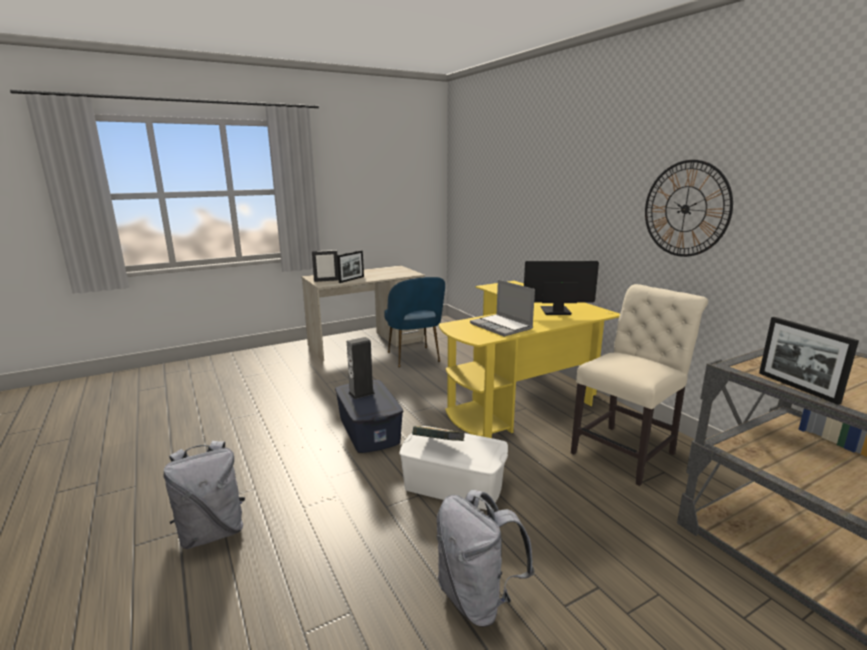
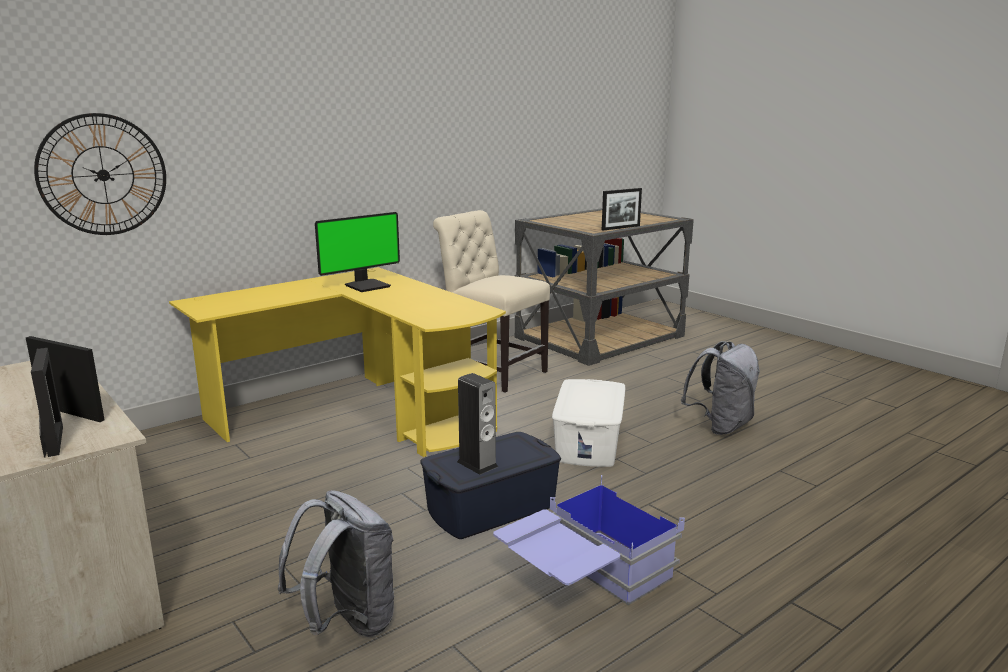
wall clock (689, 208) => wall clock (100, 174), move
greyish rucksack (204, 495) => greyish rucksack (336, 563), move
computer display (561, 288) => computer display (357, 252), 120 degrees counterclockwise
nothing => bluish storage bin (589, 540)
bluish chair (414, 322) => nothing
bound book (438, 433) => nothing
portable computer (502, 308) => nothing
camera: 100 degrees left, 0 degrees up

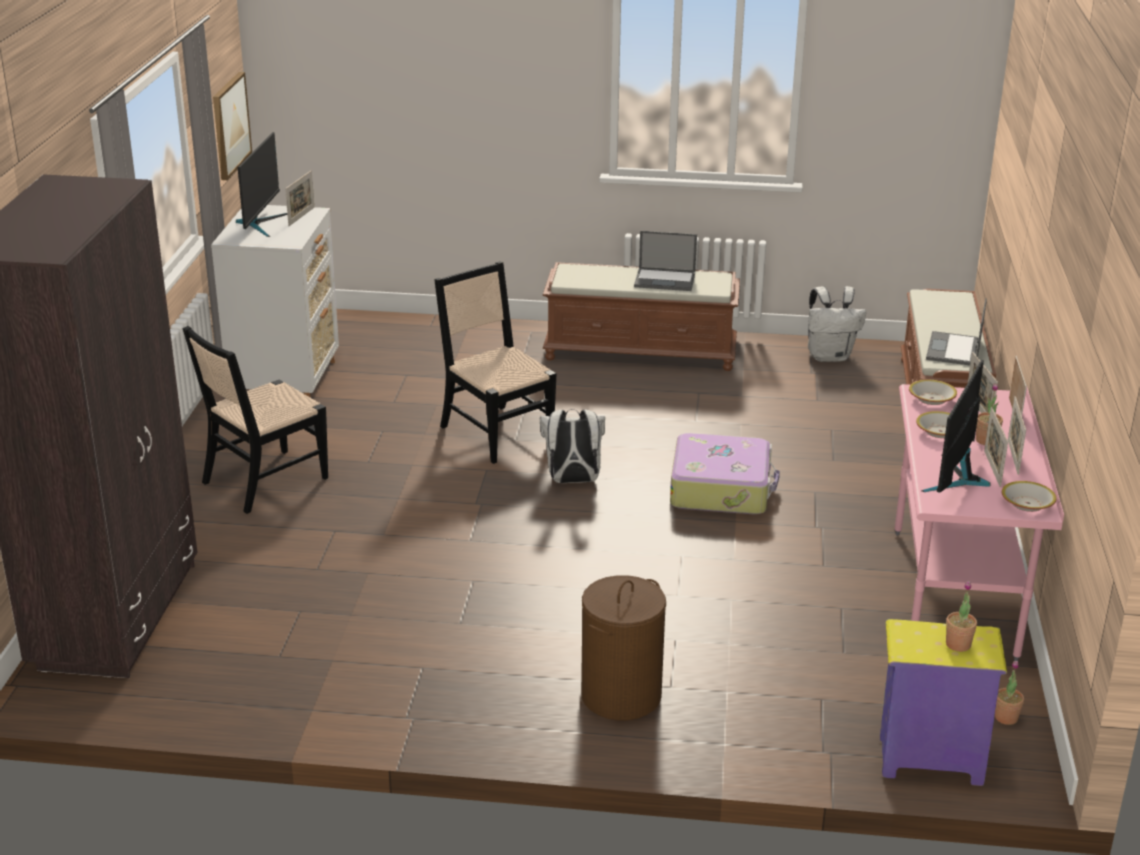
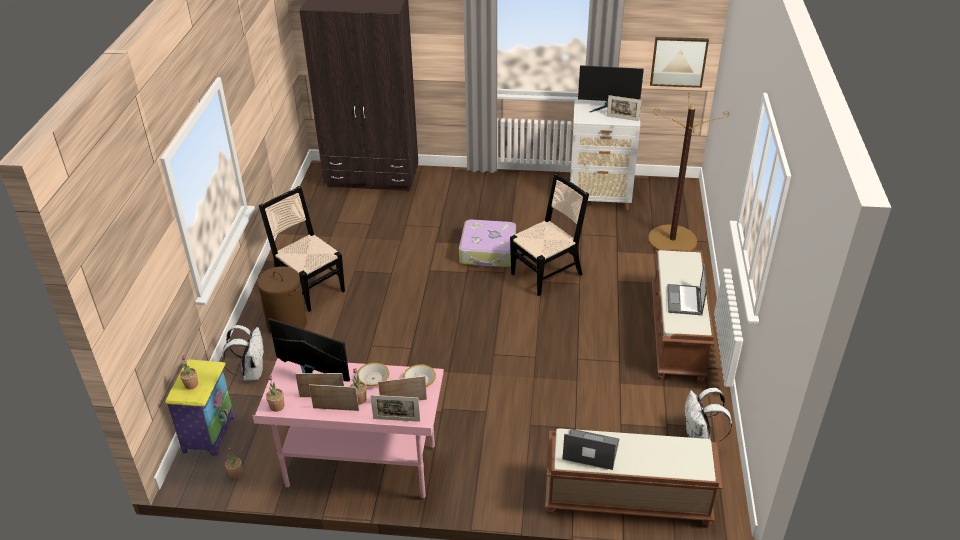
whitish rucksack (572, 446) => whitish rucksack (243, 353), move
chair (255, 420) => chair (302, 249), move
serving bowl (1029, 496) => plant in a pot (275, 393)
travel case (725, 473) => travel case (487, 243), move
nothing => brownish clothes rack (689, 172)
camera: 90 degrees right, 10 degrees up

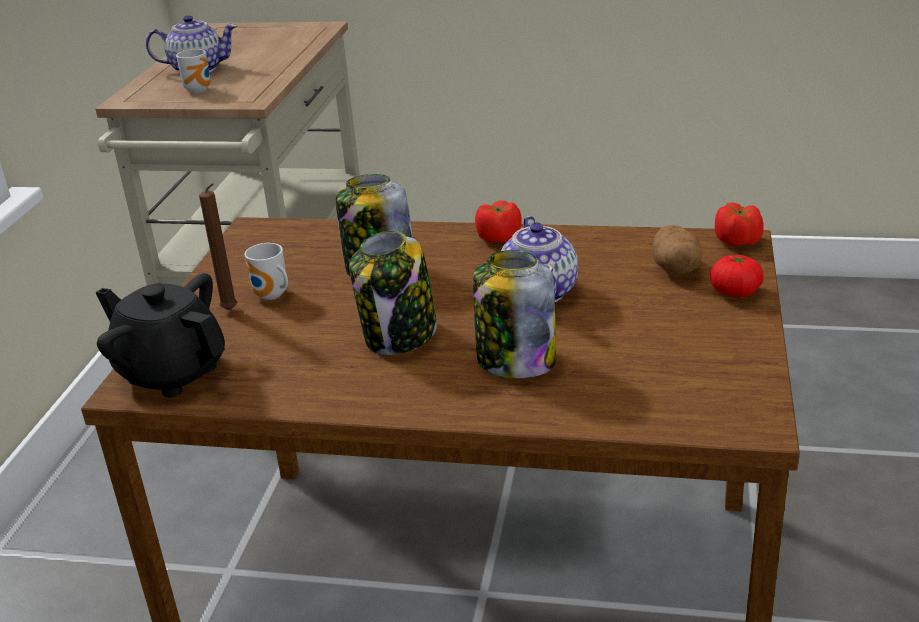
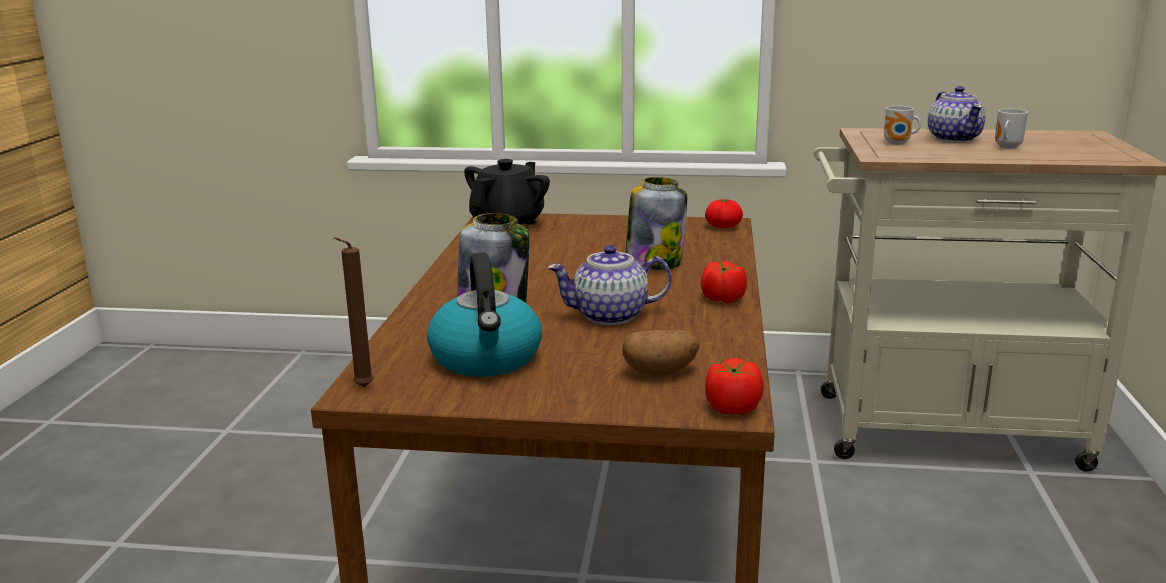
brownish wax light (218, 246) => brownish wax light (354, 312), move
nothing => water kettle (484, 314)
fresh tomato (737, 276) => fresh tomato (724, 213), move
coffee mug (266, 271) => coffee mug (1011, 129), move
storage jar (393, 293) => nothing
camera: 85 degrees right, 10 degrees down

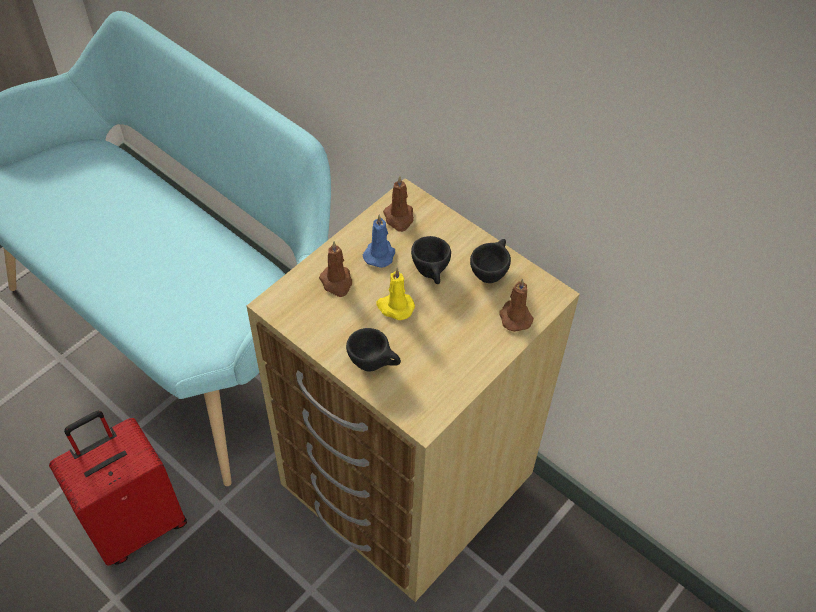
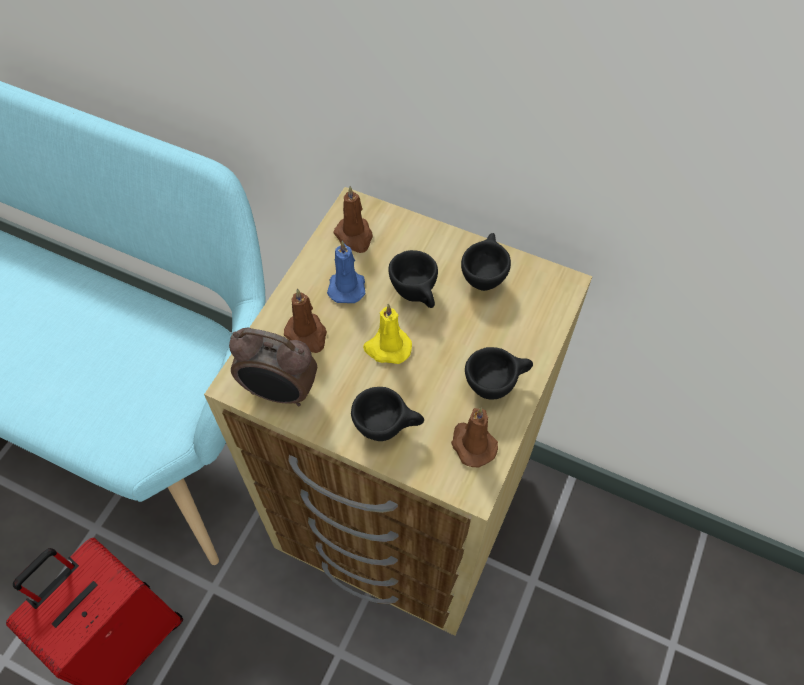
nothing => alarm clock (273, 367)
brownish wax light (516, 305) => brownish wax light (474, 437), move
nothing => black-coloured small cup (499, 373)
camera: 15 degrees left, 5 degrees up

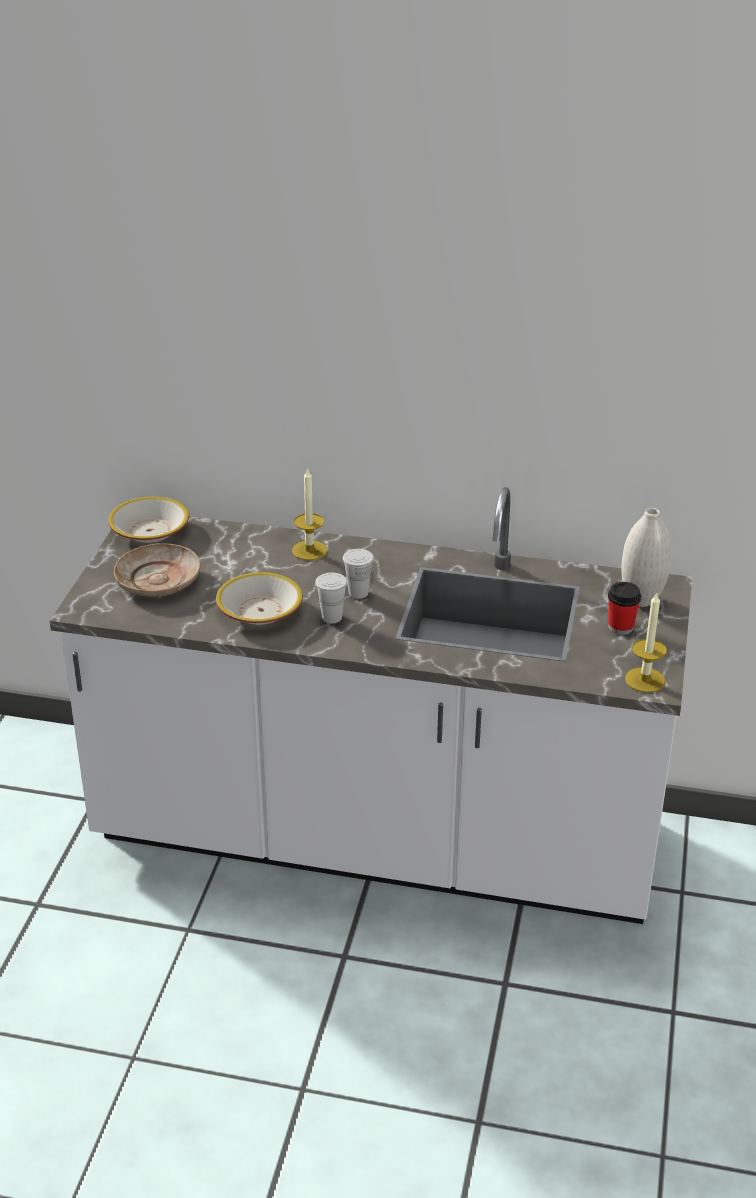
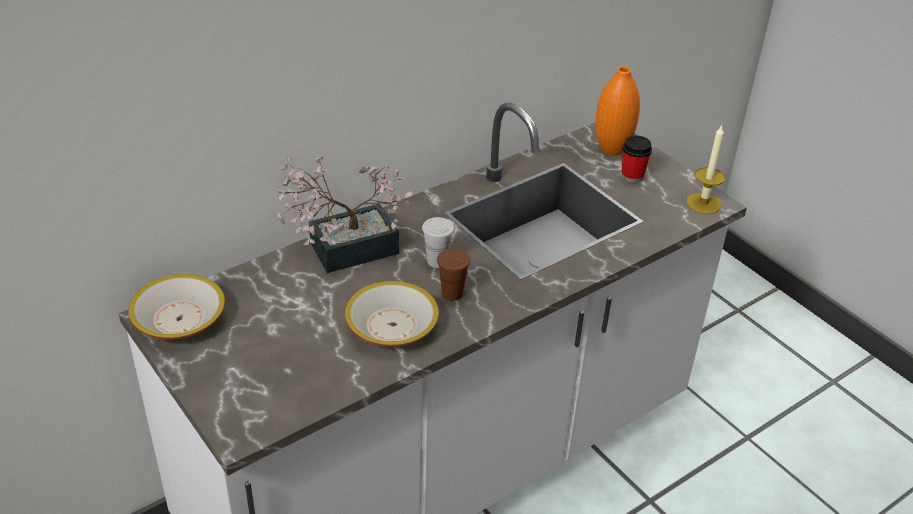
wax light (310, 514) => plant in a pot (344, 214)
whitish small cup (331, 598) => brownish small cup (453, 275)
whitish flower vase (646, 557) => orangey flower vase (617, 111)
beige flat dish (157, 570) => nothing
camera: 50 degrees left, 5 degrees up

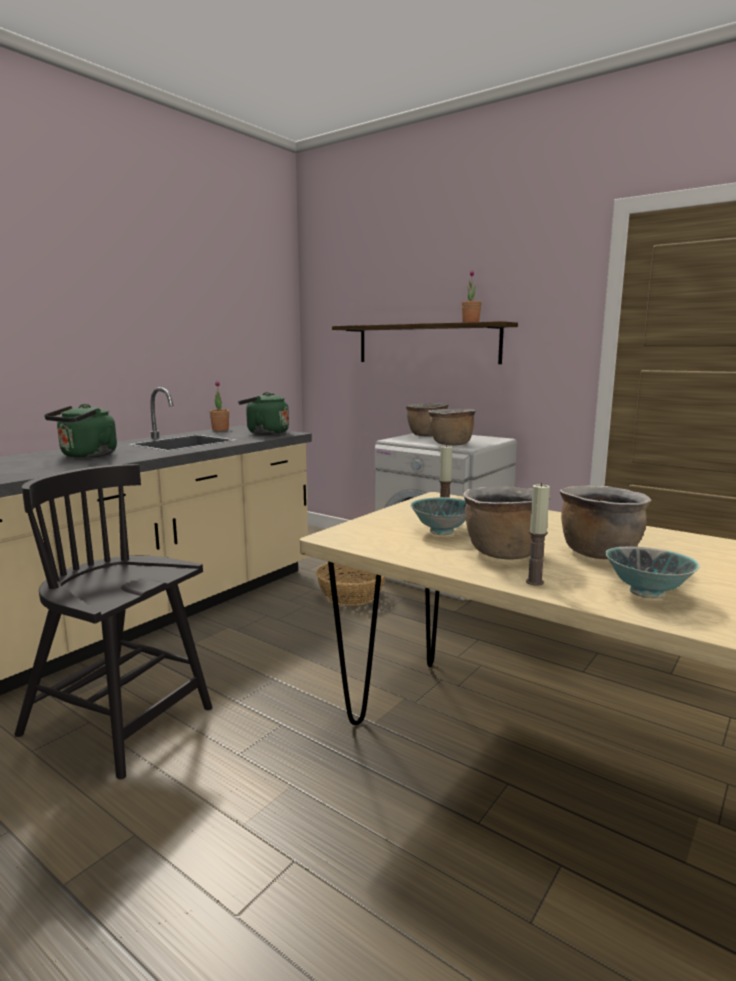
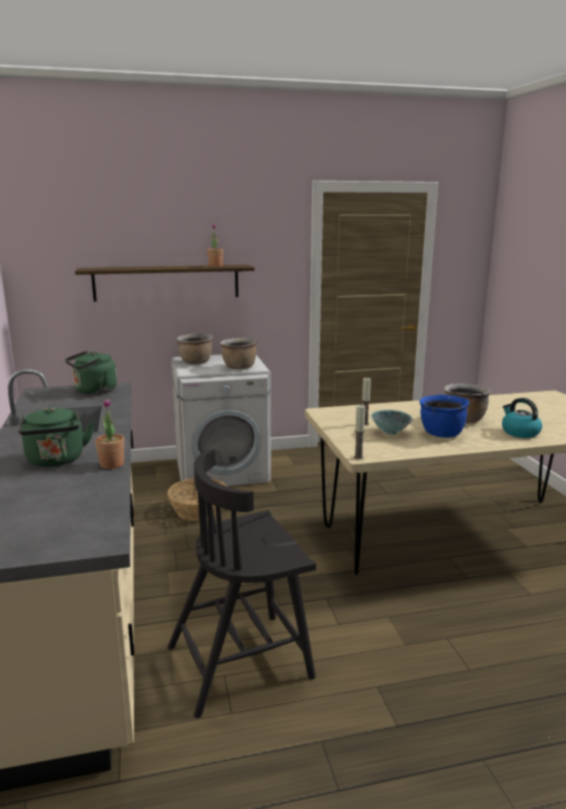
plant in a pot (220, 406) => plant in a pot (109, 433), move
wax light (538, 534) => wax light (359, 432), move
brownish cooking pot (507, 523) => bluish cooking pot (444, 416)
serving bowl (652, 572) => water kettle (522, 418)
camera: 50 degrees left, 5 degrees up

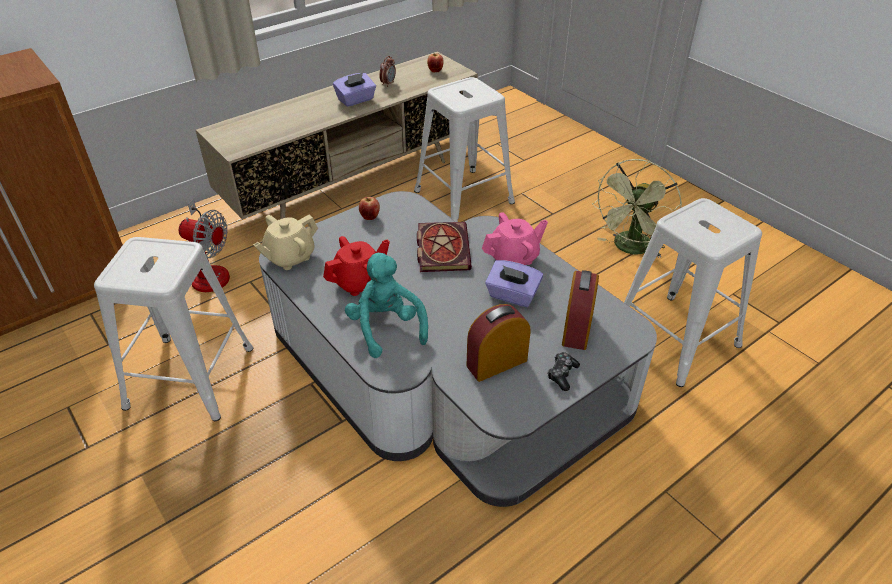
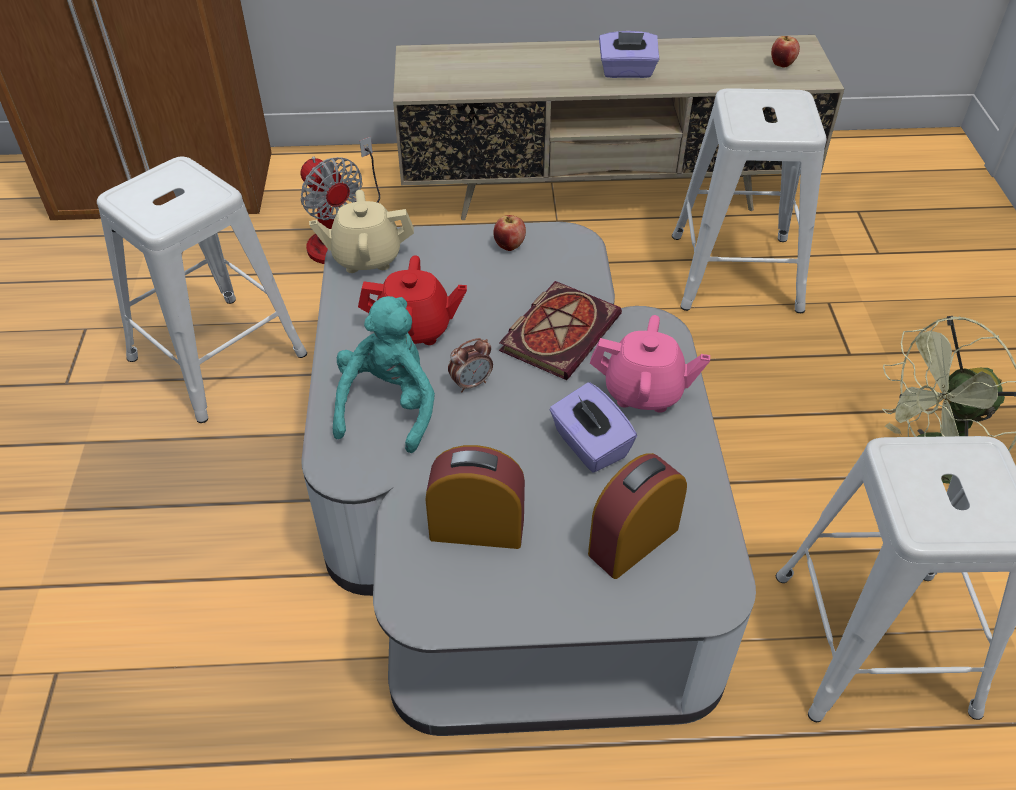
alarm clock (387, 71) => alarm clock (470, 365), move
joypad (563, 371) => nothing
camera: 35 degrees right, 5 degrees up

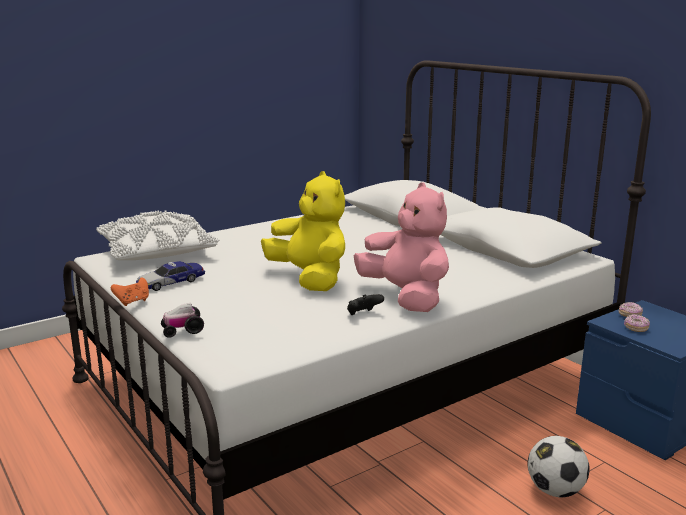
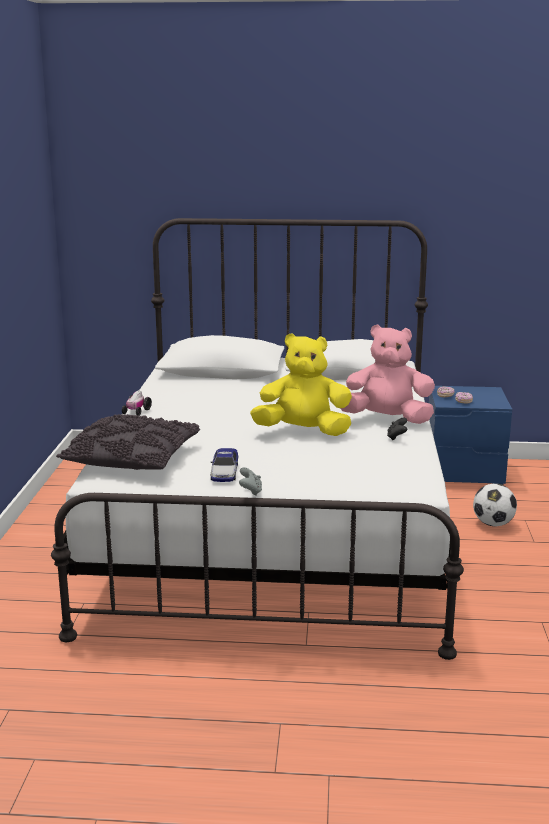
whitish pillow (157, 235) => black-coloured pillow (128, 442)
toy car (182, 320) => toy car (137, 403), move
orangey joypad (130, 292) => greyish joypad (250, 481)
camera: 50 degrees left, 0 degrees up

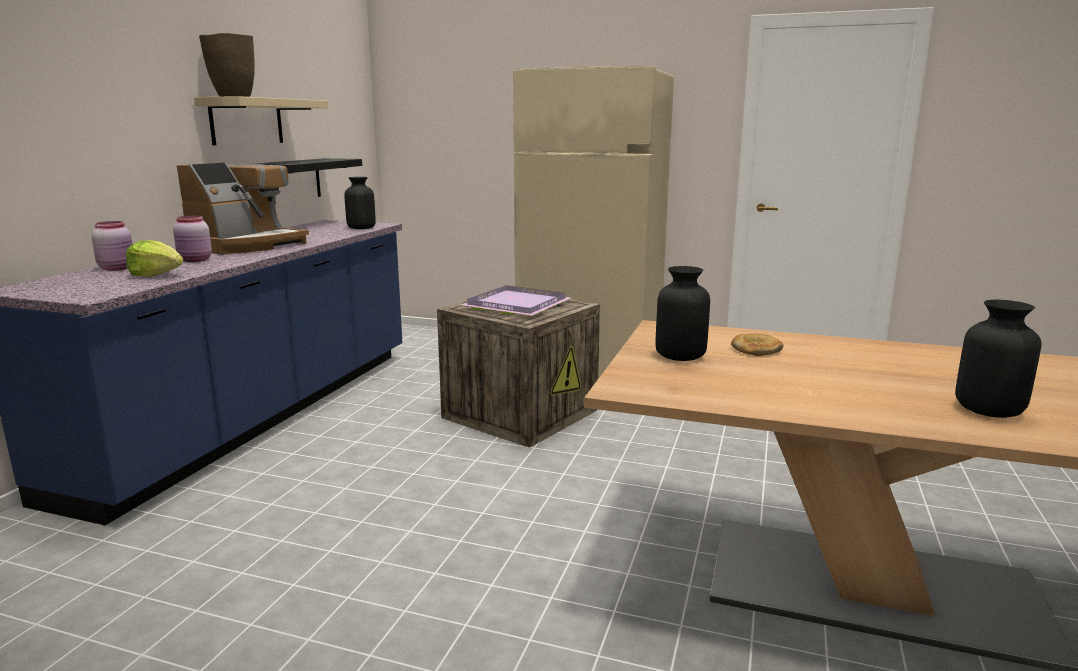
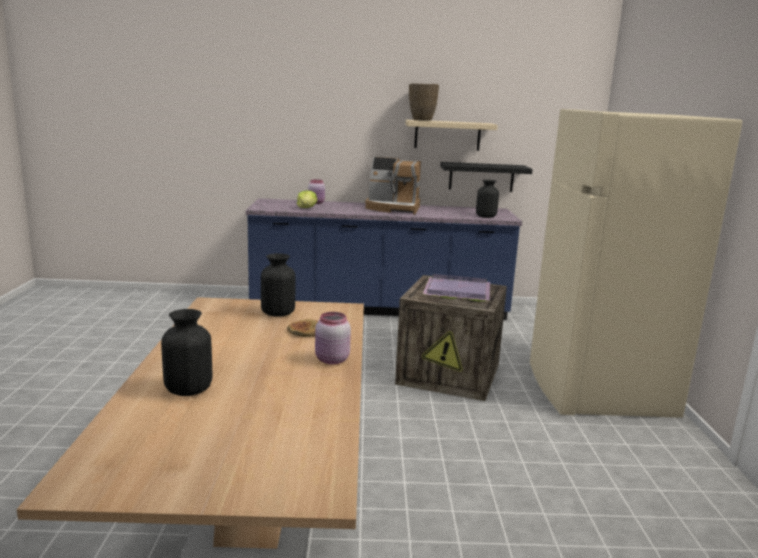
pink storage jar (192, 238) => pink storage jar (333, 338), move
camera: 70 degrees right, 0 degrees up

